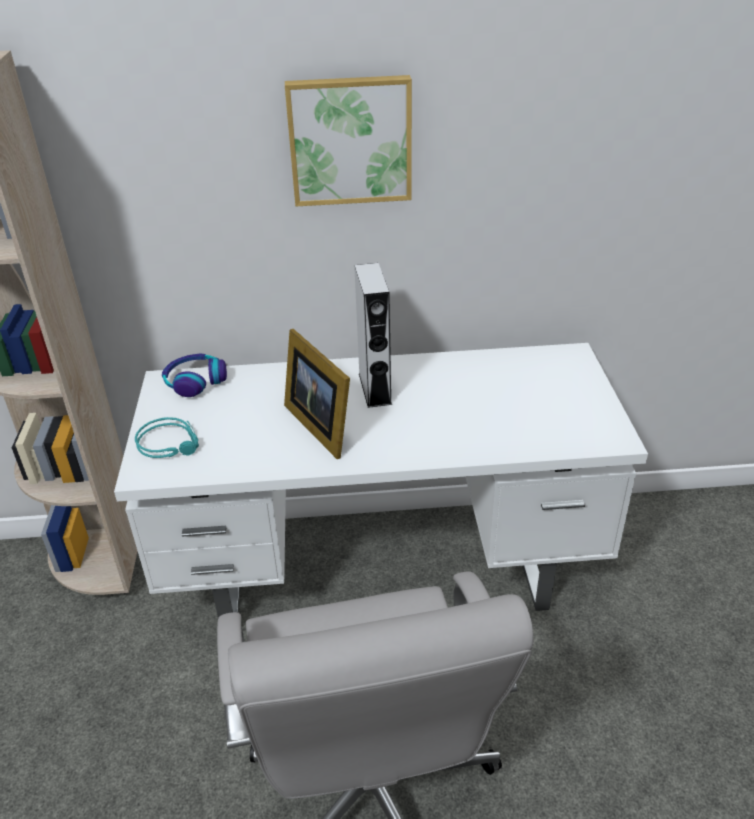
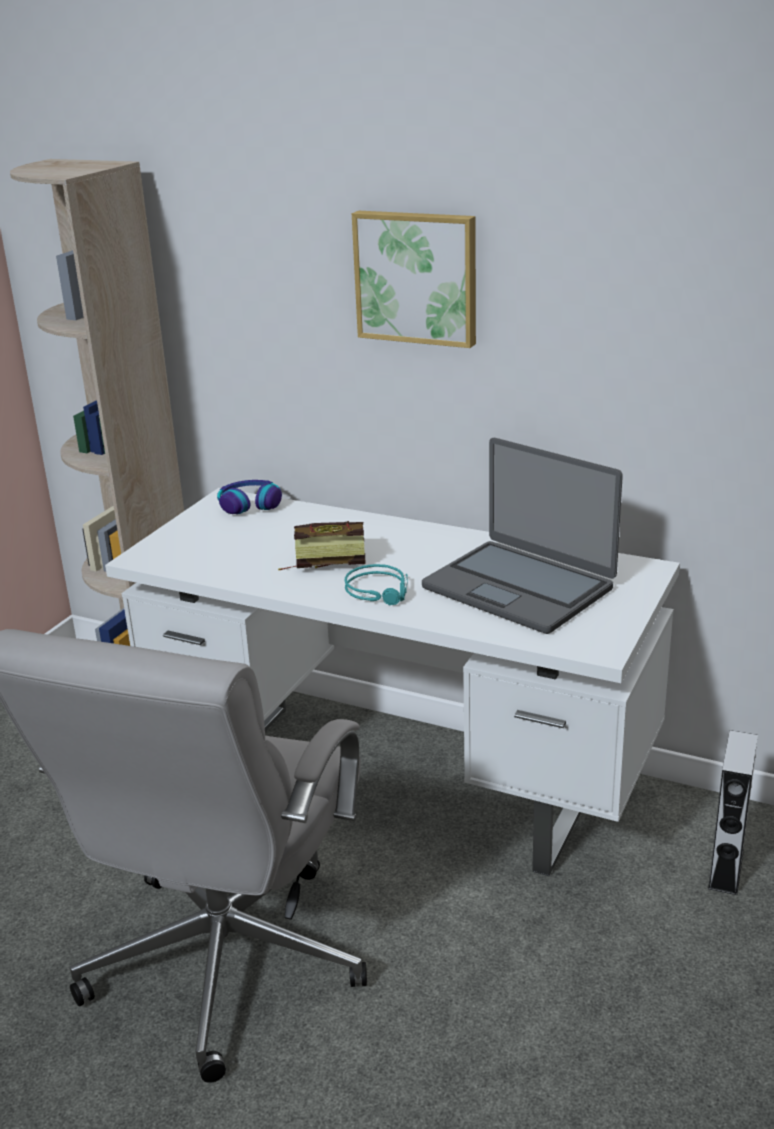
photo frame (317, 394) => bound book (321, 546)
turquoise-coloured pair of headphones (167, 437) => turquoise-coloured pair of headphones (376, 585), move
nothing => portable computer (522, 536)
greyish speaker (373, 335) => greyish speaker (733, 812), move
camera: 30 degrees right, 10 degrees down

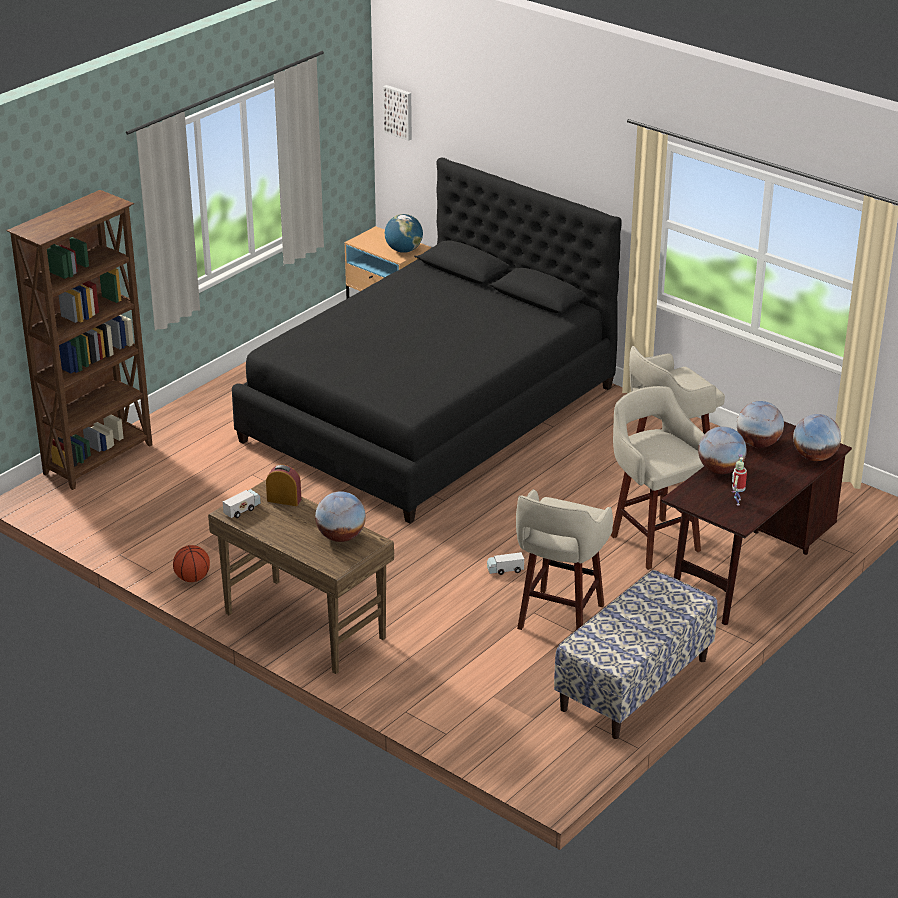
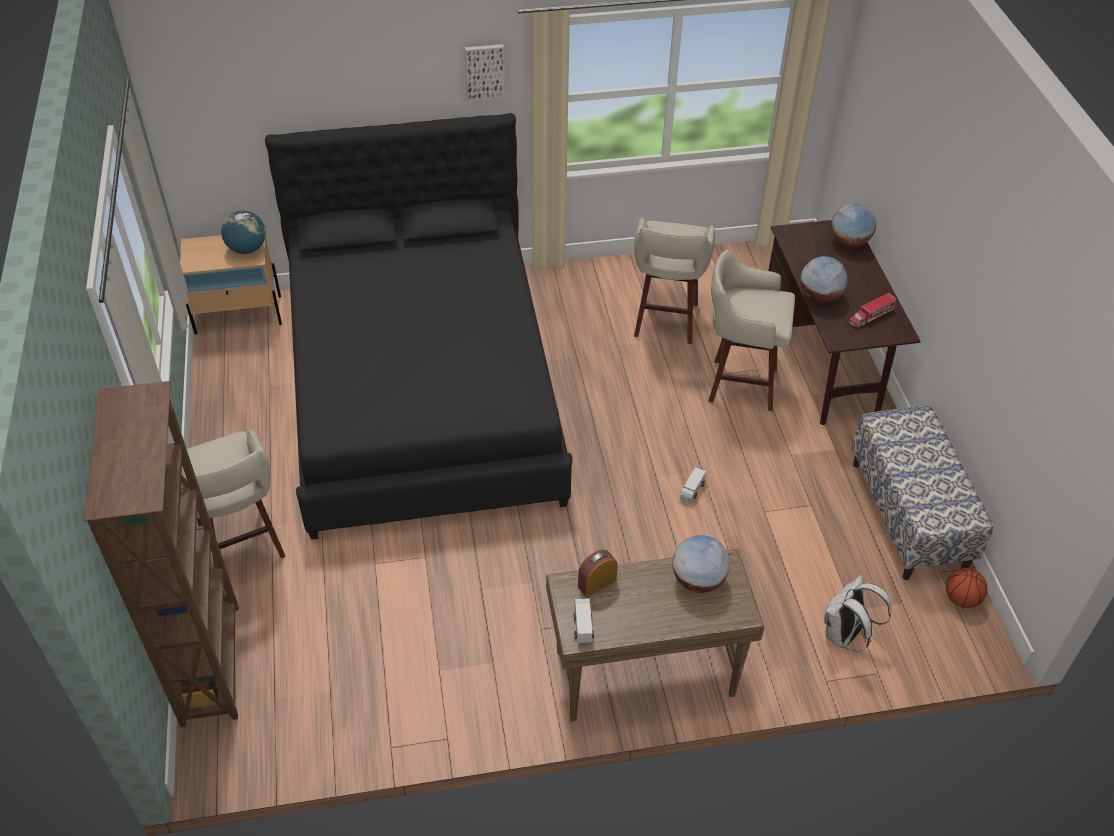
beige stool seat (564, 559) => beige stool seat (233, 497), move
wall picture (397, 113) => wall picture (485, 72), move
nothing => whitish rucksack (857, 613)
robot figure (739, 480) => toy lorry (872, 310)
ball for basketball (191, 563) => ball for basketball (967, 588), move
world globe (760, 424) => nothing
camera: 50 degrees left, 15 degrees up

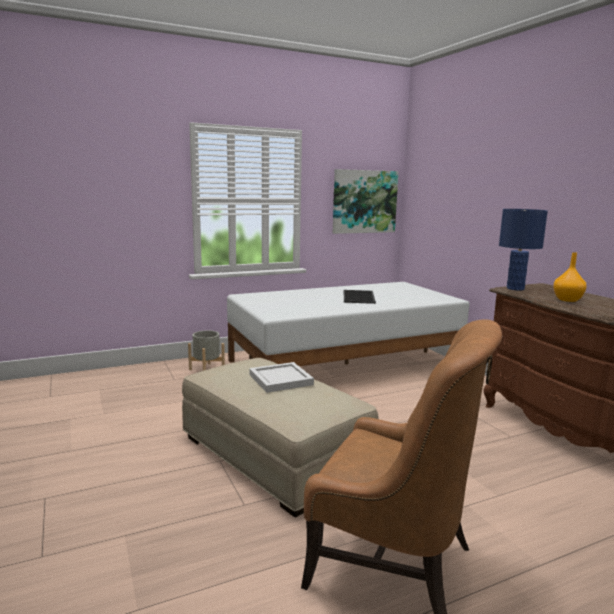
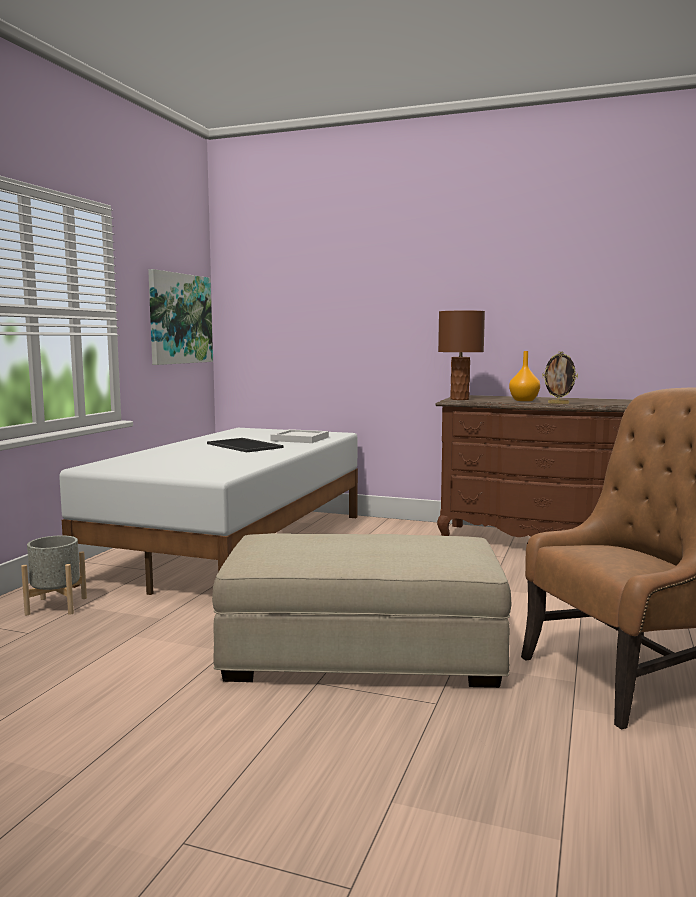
whitish tray (281, 377) => whitish tray (300, 436), move
bluish tabletop lamp (523, 249) => brownish tabletop lamp (461, 355)
nothing => photo frame (560, 378)
camera: 45 degrees left, 5 degrees down

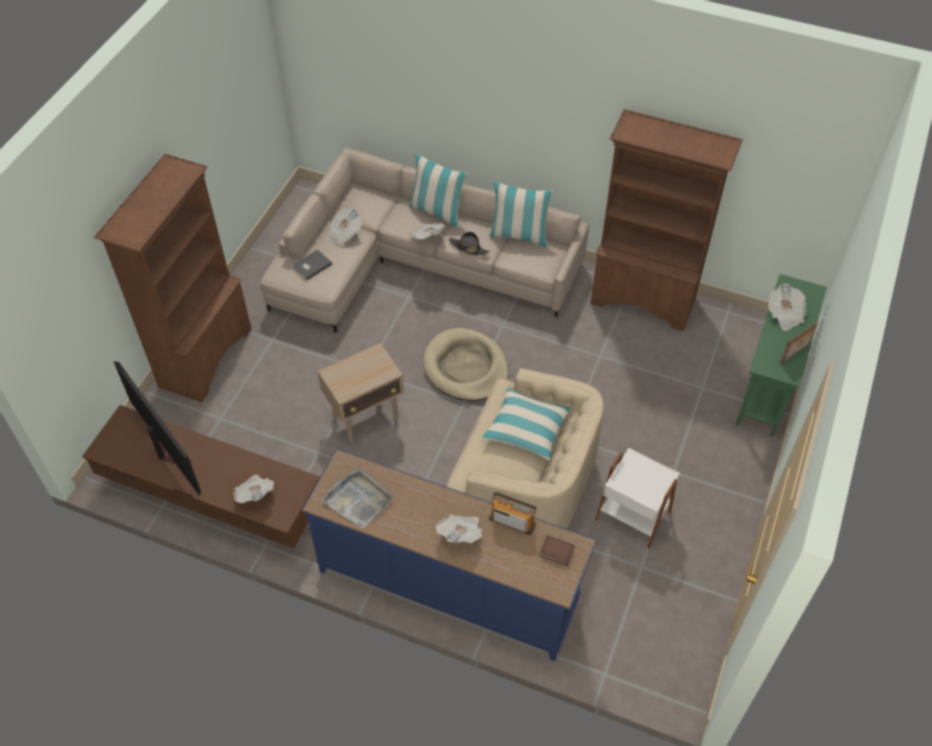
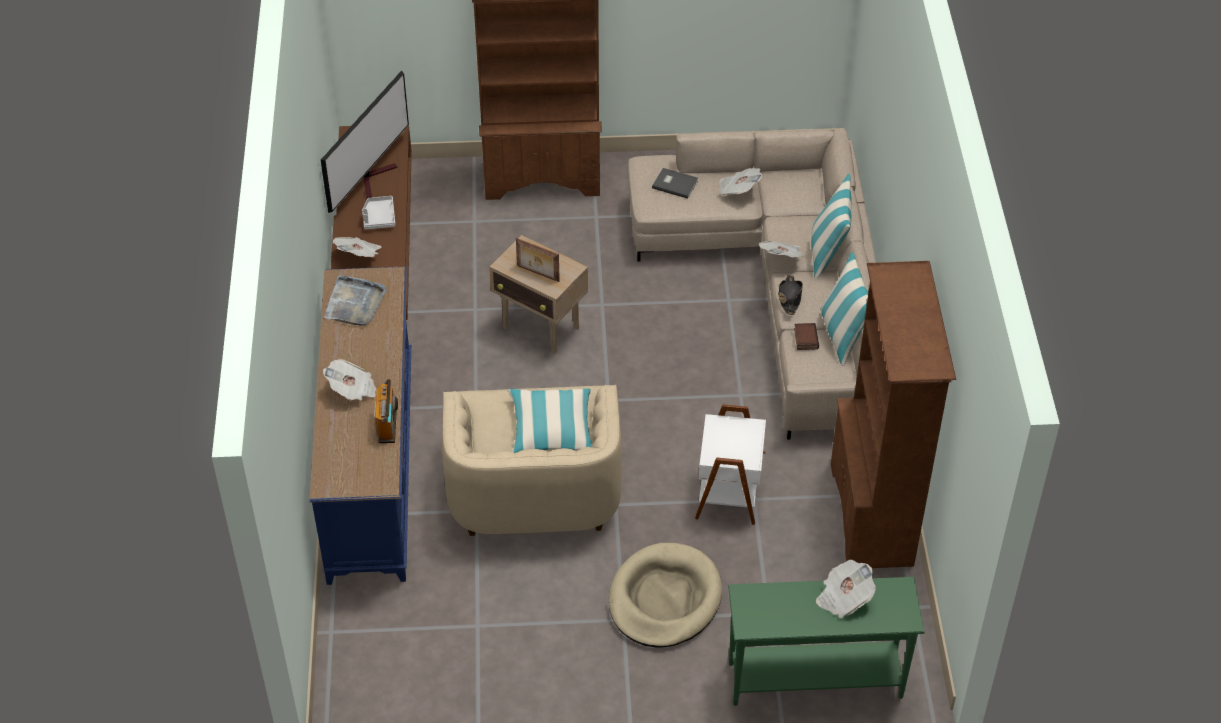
nothing => greyish tray (378, 212)
photo frame (799, 343) => photo frame (538, 260), move
beige dog cushion (466, 364) => beige dog cushion (665, 595), move
whitish side table (637, 498) => whitish side table (730, 465), move
bound book (557, 550) => bound book (806, 336), move
camera: 65 degrees right, 5 degrees down

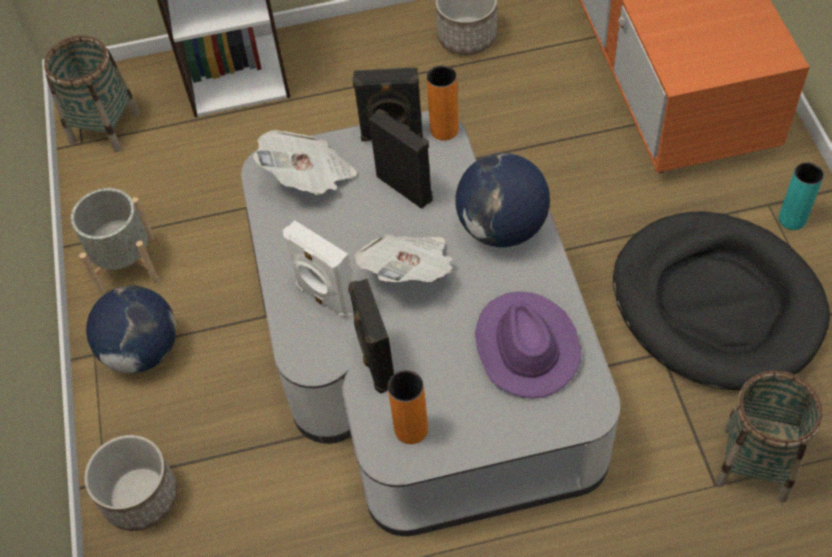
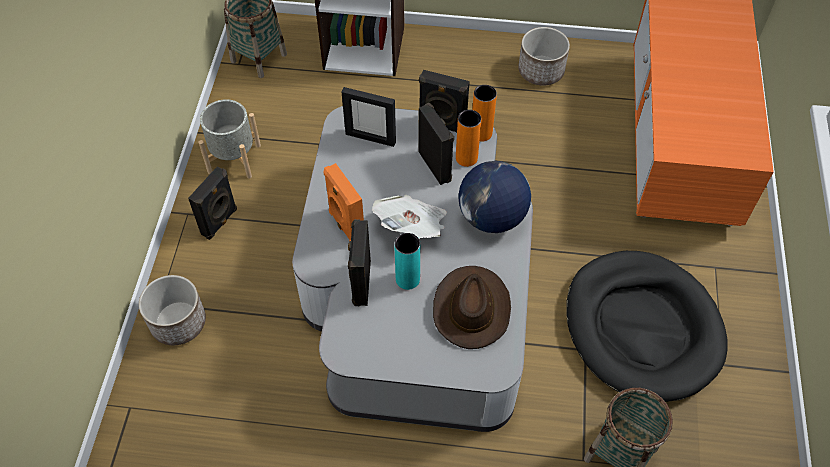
world globe (131, 329) => black-coloured speaker (212, 203)
whitish speaker (318, 270) => orangey speaker (344, 202)
newspaper (304, 162) => photo frame (369, 117)
turquoise-coloured flower vase (801, 196) => turquoise-coloured flower vase (407, 261), move
purple hat (528, 345) => brownish hat (472, 307)
orangey flower vase (408, 407) => orangey flower vase (468, 138), move
camera: 15 degrees right, 0 degrees up

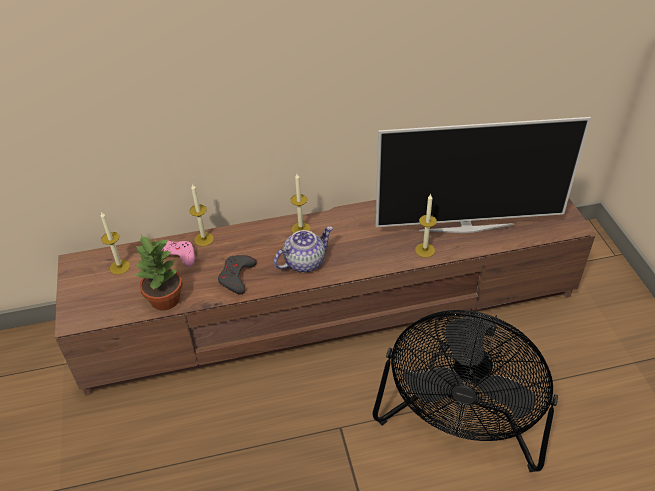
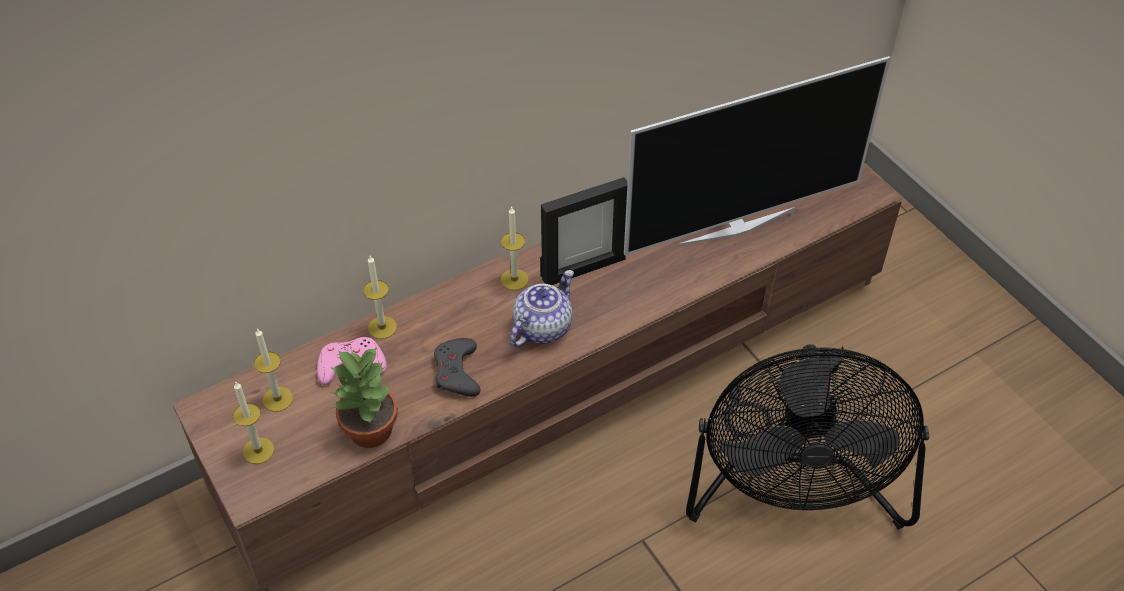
wax light (426, 225) => wax light (253, 422), move
nothing => photo frame (584, 231)
camera: 20 degrees left, 5 degrees up

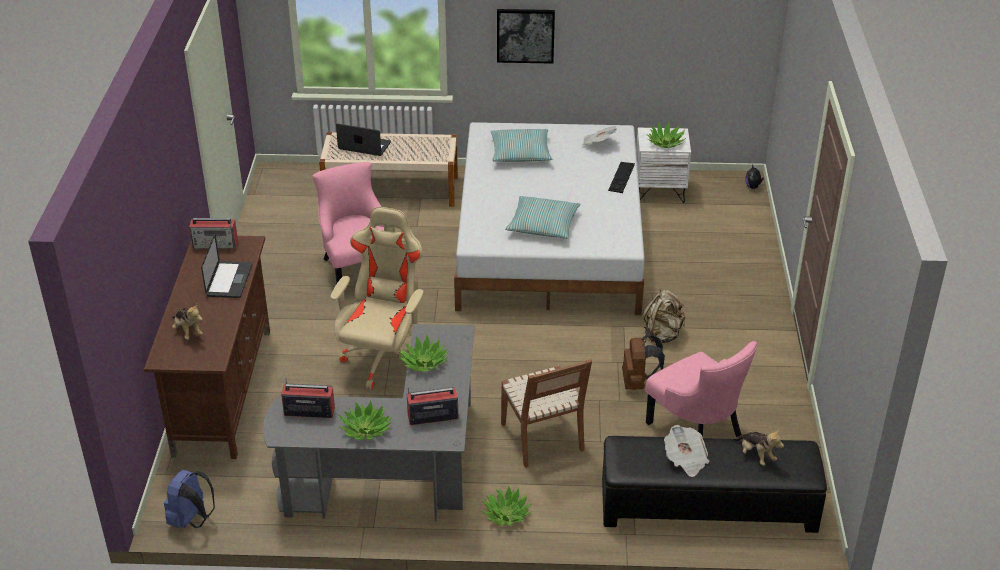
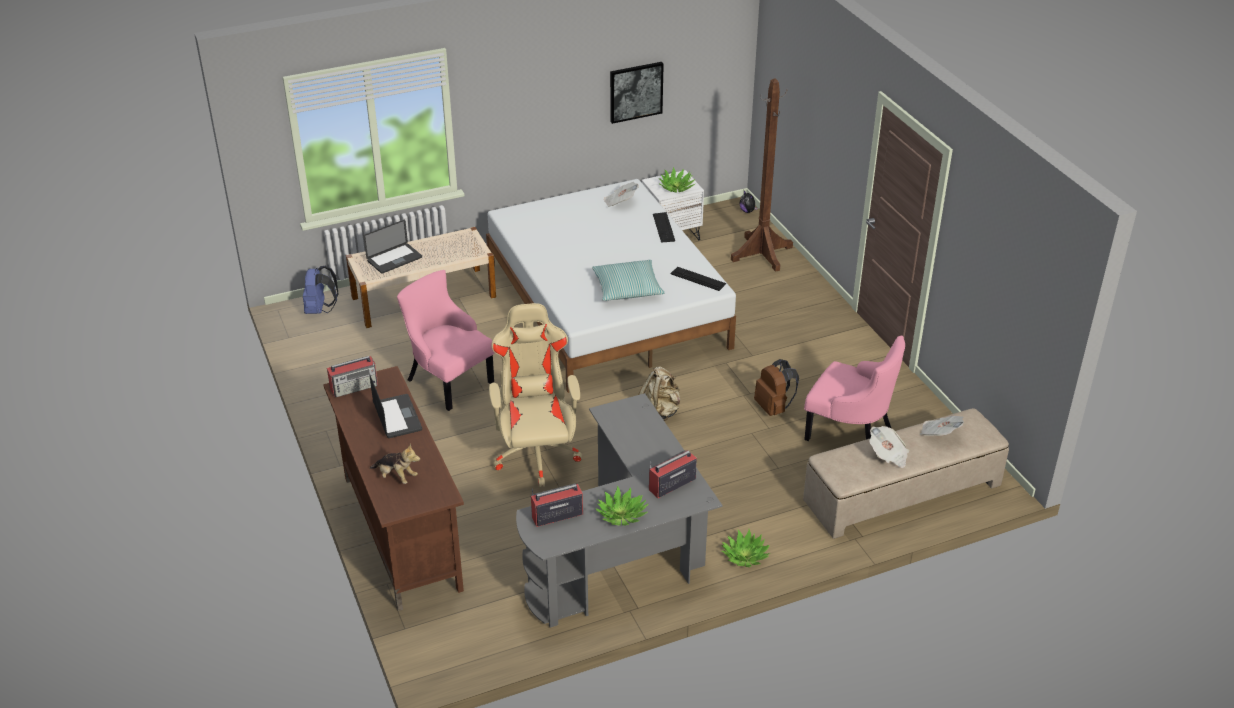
bluish rucksack (189, 499) => bluish rucksack (320, 290), move
portable computer (363, 139) => portable computer (393, 247), 150 degrees clockwise
wall picture (526, 36) => wall picture (637, 93), move
beige rucksack (664, 316) => beige rucksack (659, 394), move
nothing => PC keyboard (698, 279)
nothing => brownish clothes rack (762, 175)
black-coloured long seat (714, 484) => beige long seat (906, 473)
plush toy (758, 447) => newspaper (942, 426)
plant in a pot (423, 353) => nothing
pillow (521, 145) => nothing
chair (546, 413) => nothing
camera: 25 degrees left, 0 degrees up

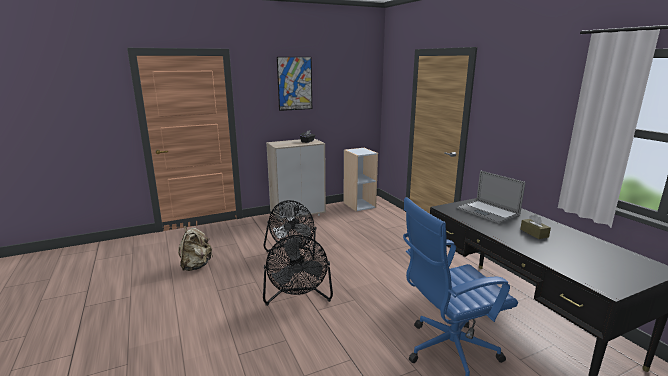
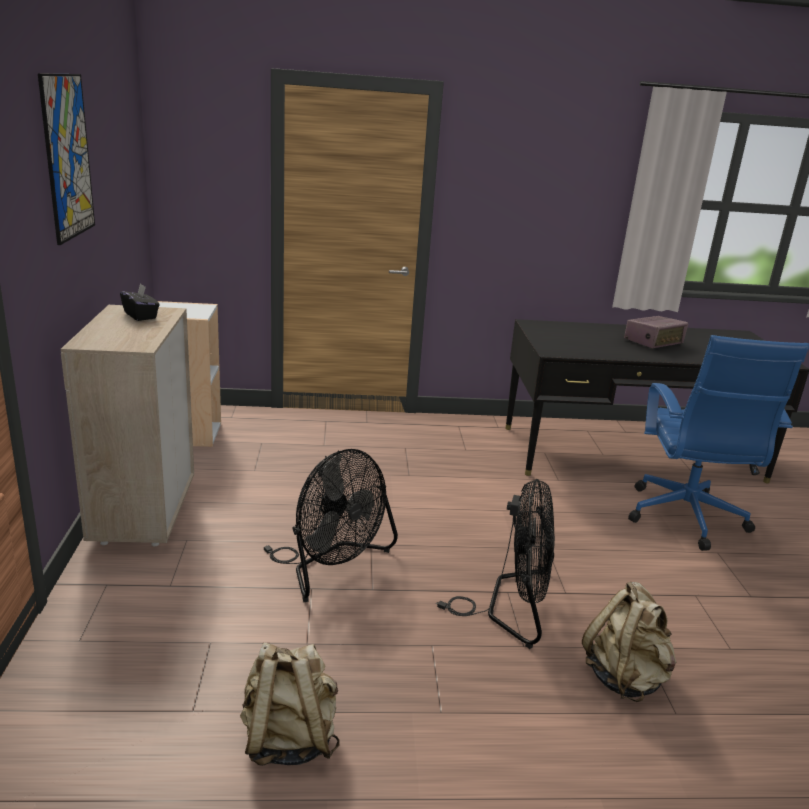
nothing => beige rucksack (629, 642)
brownish box of tissues (535, 226) => radio set (656, 332)
portable computer (491, 197) => nothing
camera: 70 degrees left, 5 degrees up

